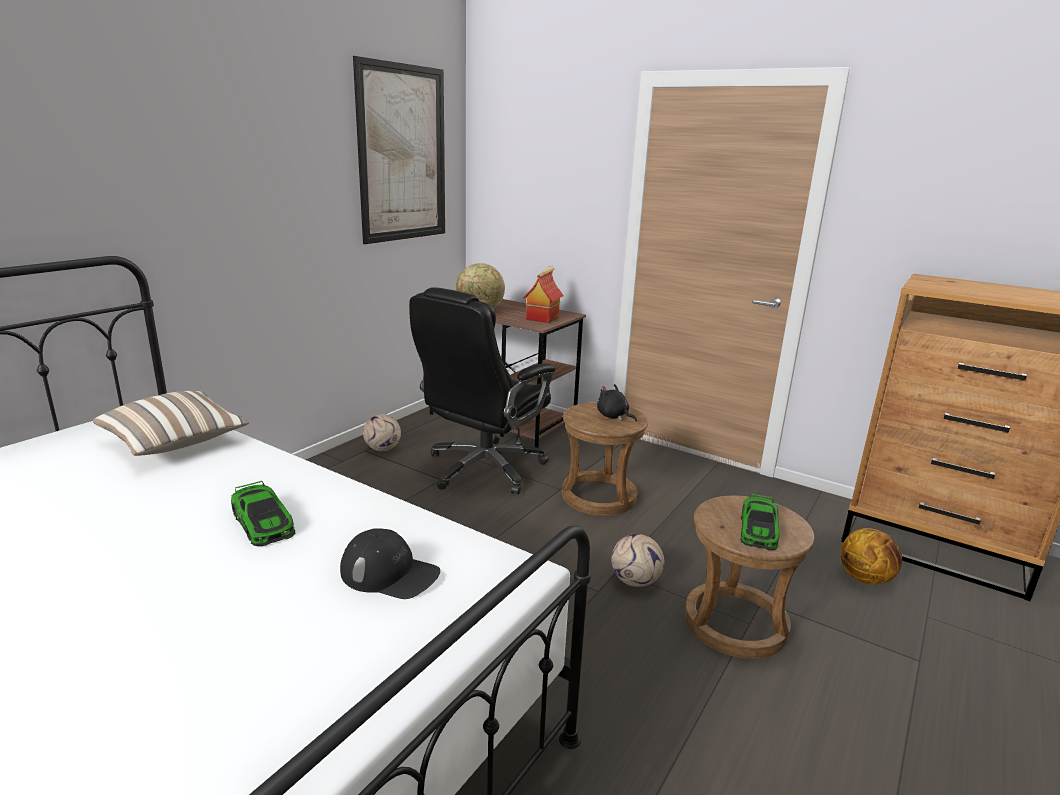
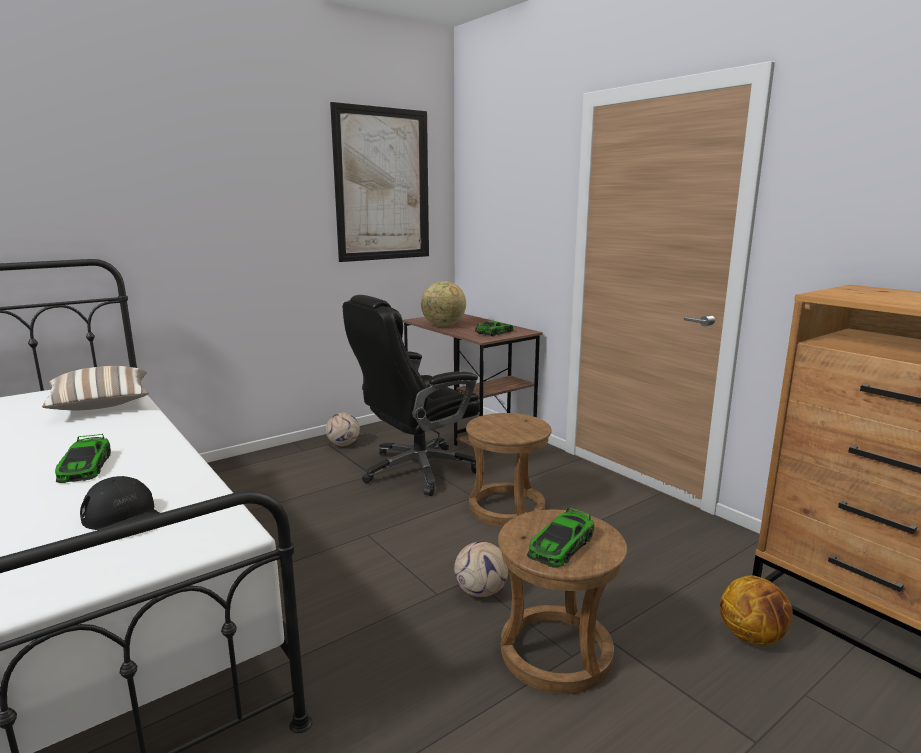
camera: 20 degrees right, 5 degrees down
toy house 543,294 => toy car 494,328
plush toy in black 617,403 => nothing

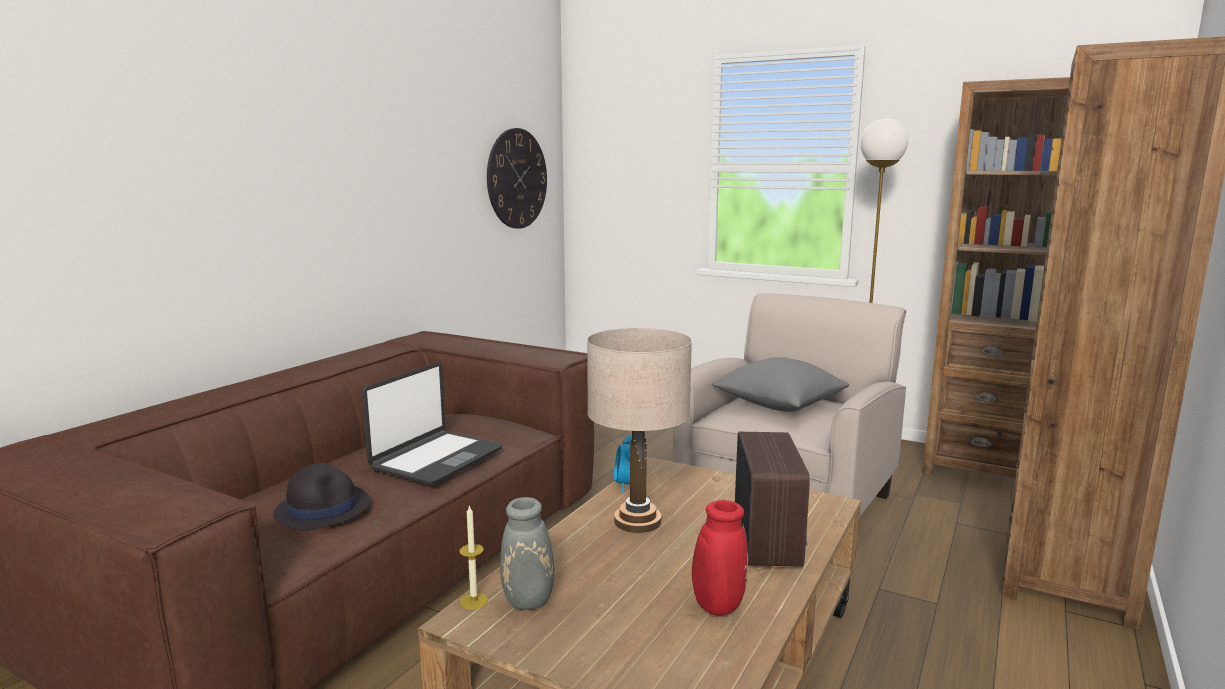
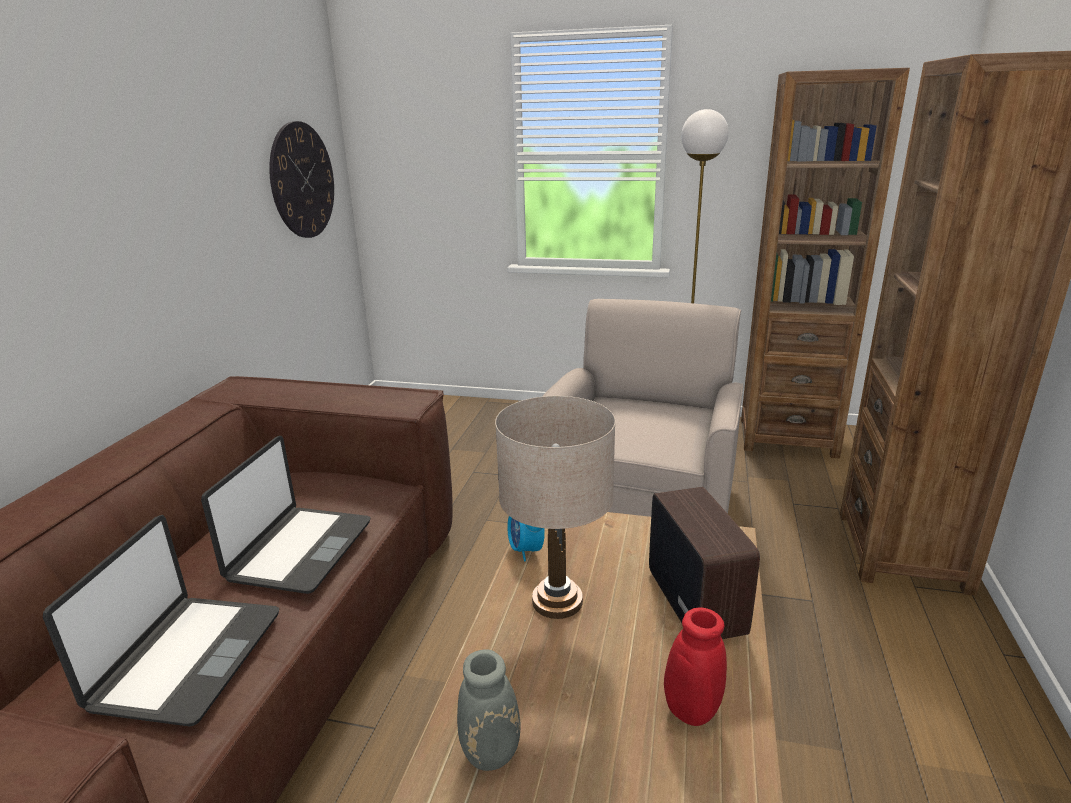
camera: 15 degrees left, 10 degrees up
hat in black 321,497 => laptop 161,621
candle 473,557 => nothing
pillow in grey 781,384 => nothing

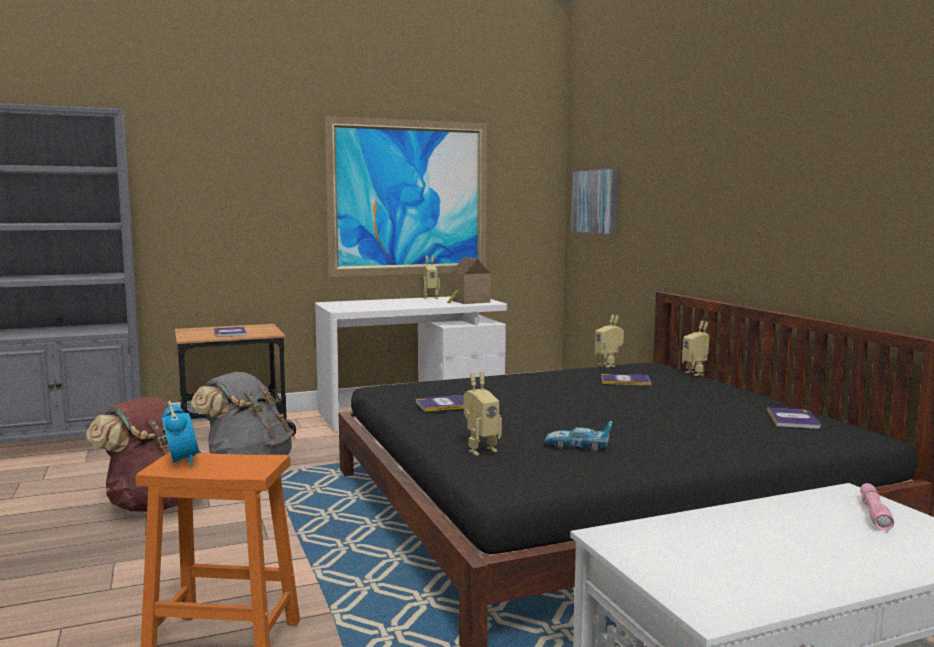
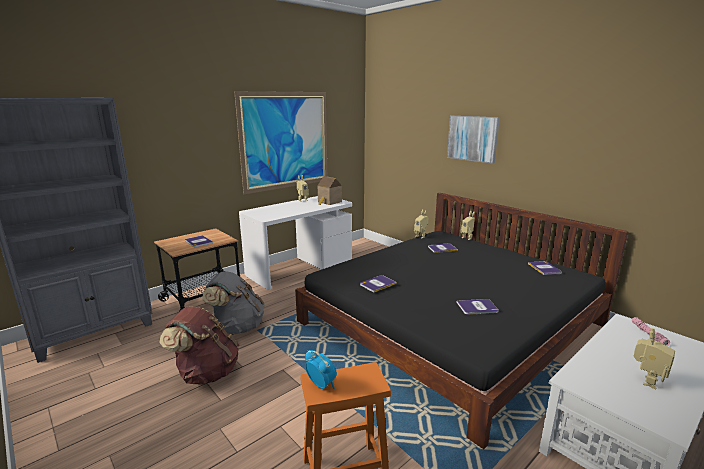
camera: 20 degrees left, 10 degrees up
picture 594,201 => picture 473,139, move
toy car 579,436 => book 478,307
toy robot 483,414 => toy robot 654,358, move

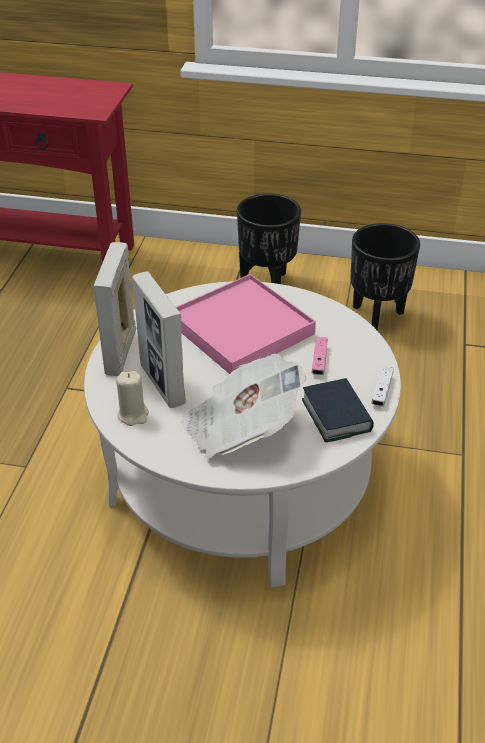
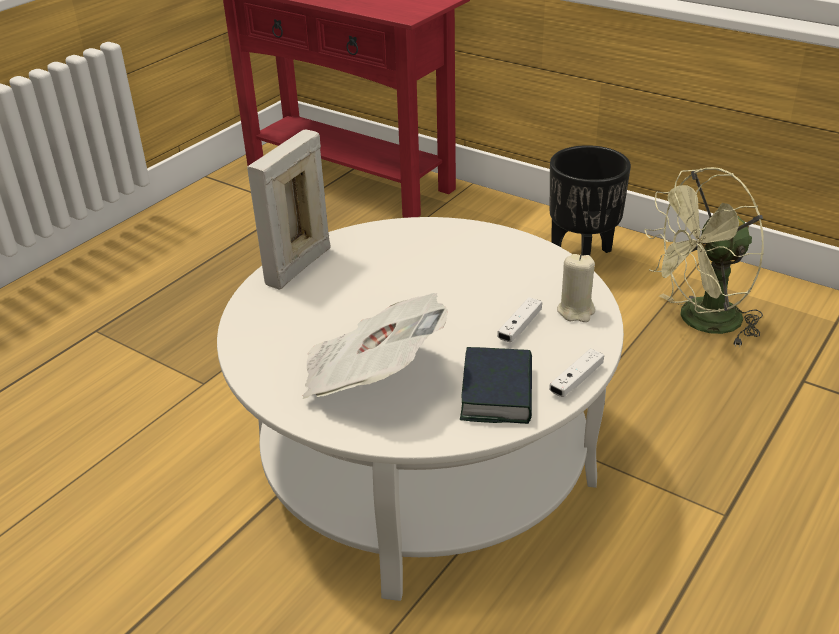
camera: 25 degrees right, 5 degrees down
game controller in pink 320,356 => game controller in white 519,319
candle in beige 132,398 => candle in beige 576,288, move
planter in black 385,277 => fan in green 704,257
picture frame 159,339 => nothing
tray in pink 246,324 => nothing

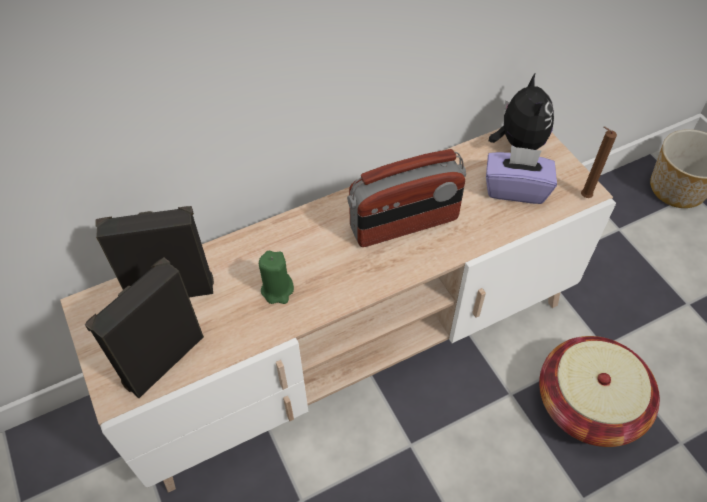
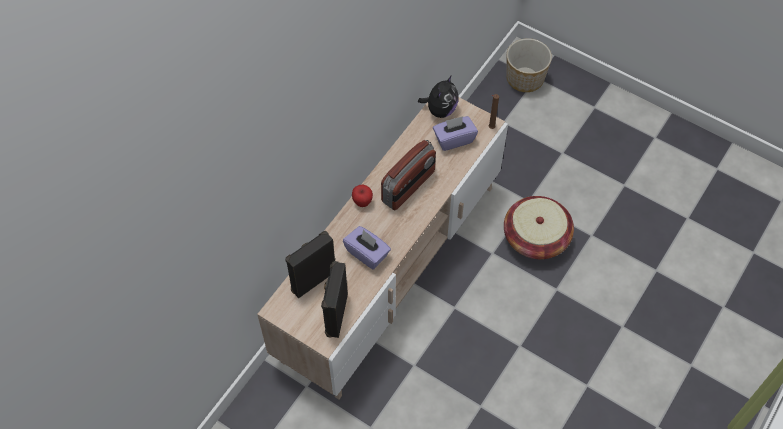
camera: 30 degrees left, 5 degrees up
candle in green 276,277 => tissue box in purple 367,247
nothing => apple 362,195
plush toy 521,111 => plush toy 438,96, 60 degrees clockwise

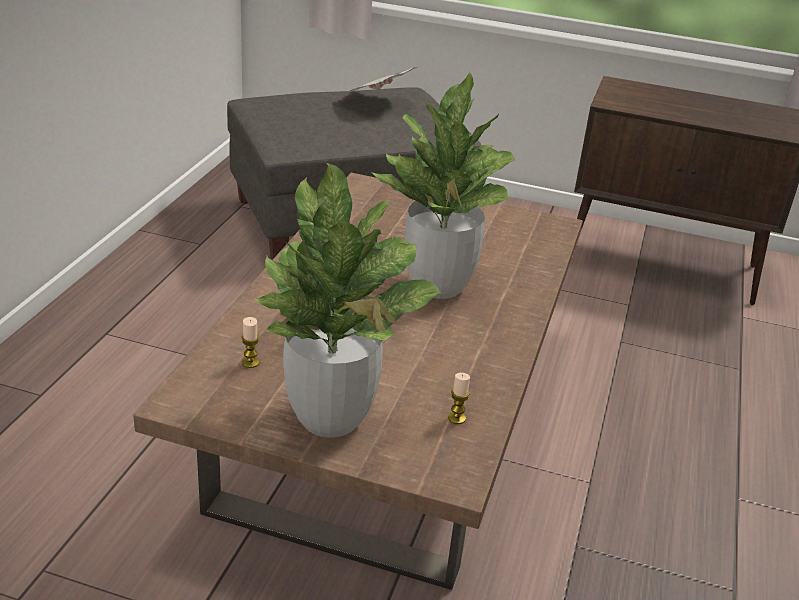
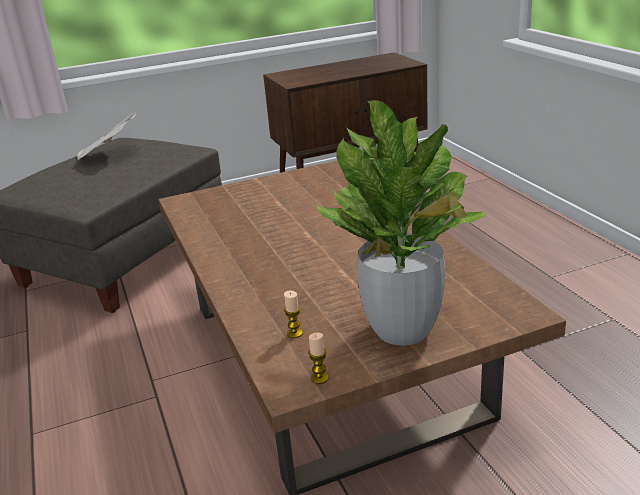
camera: 35 degrees left, 5 degrees down
candle 459,398 => candle 318,358, move
potted plant 443,185 => nothing

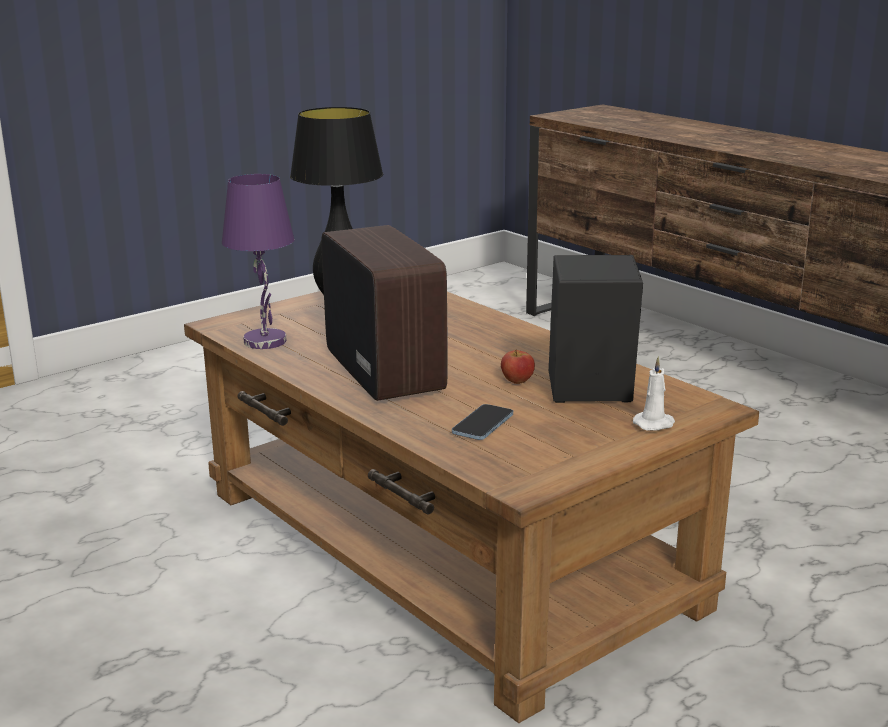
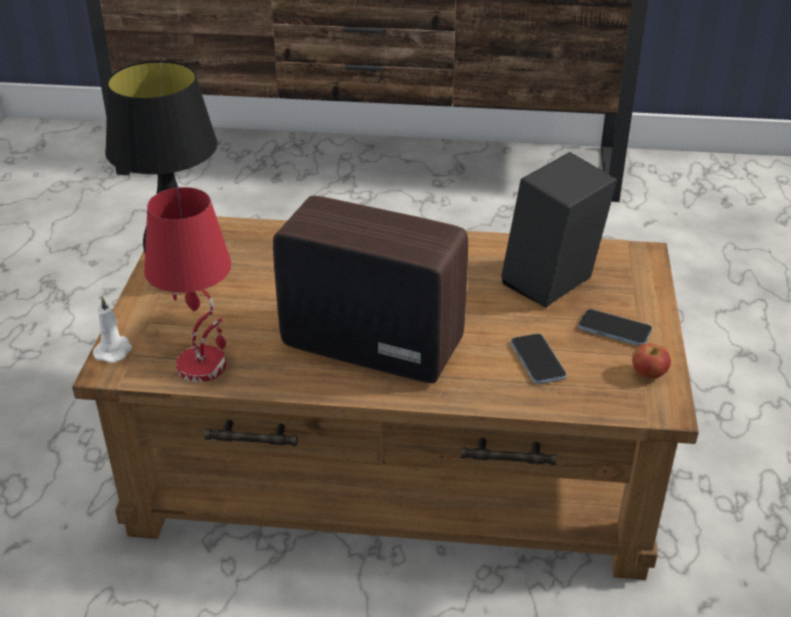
camera: 45 degrees left, 15 degrees up
candle in white 654,393 => candle in white 112,329, move
table lamp in purple 258,261 => table lamp in red 187,284
nothing => phone 615,327
apple 518,366 => apple 651,361, move

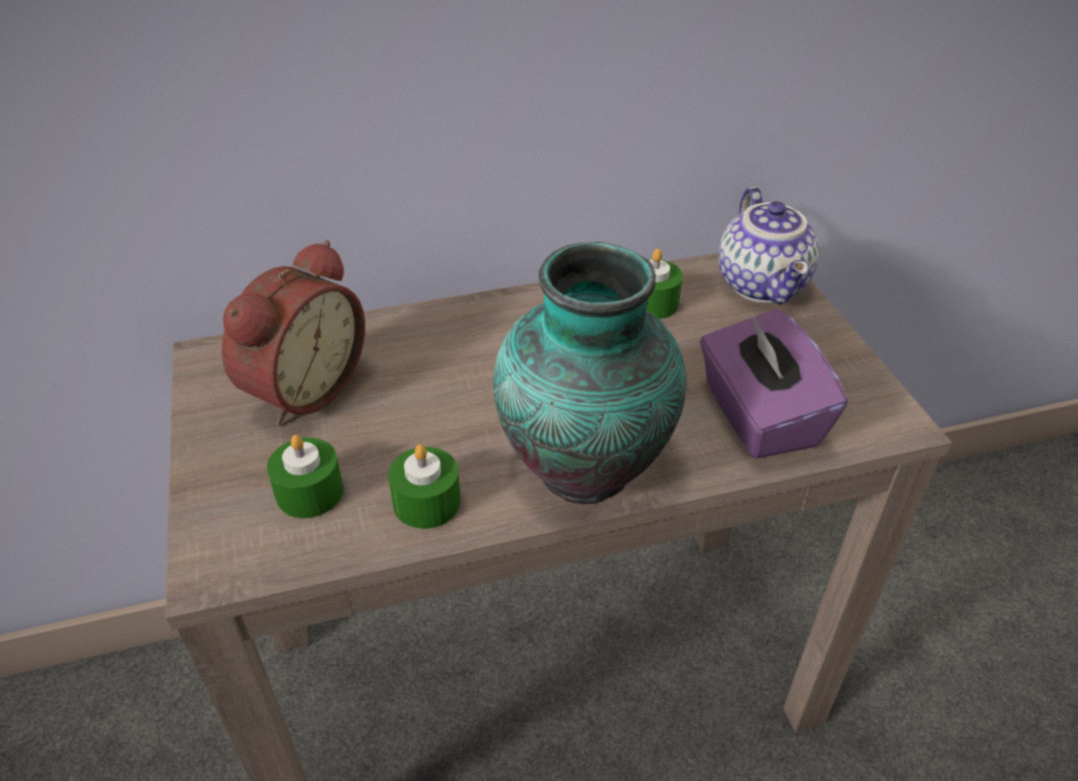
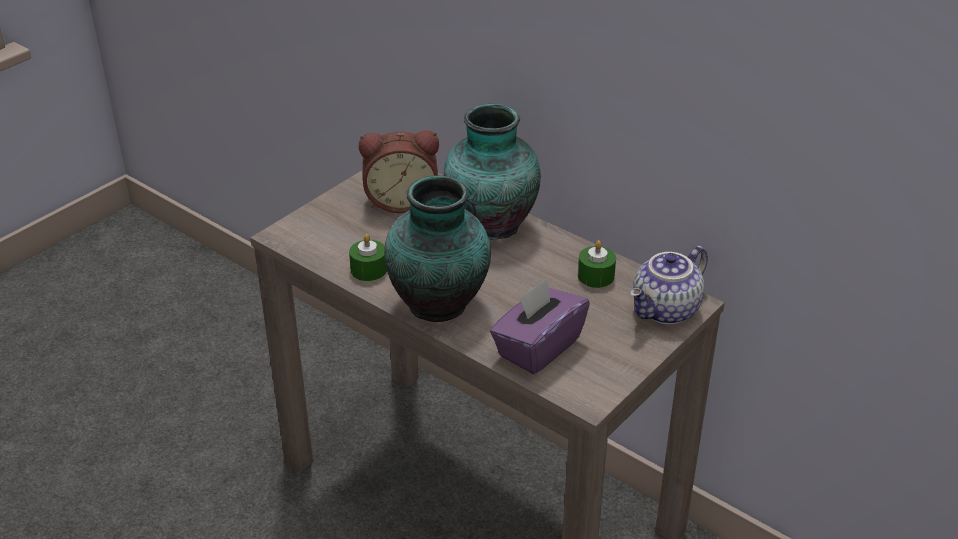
camera: 55 degrees right, 5 degrees down
nothing => vase 492,171
candle in green 305,476 => nothing

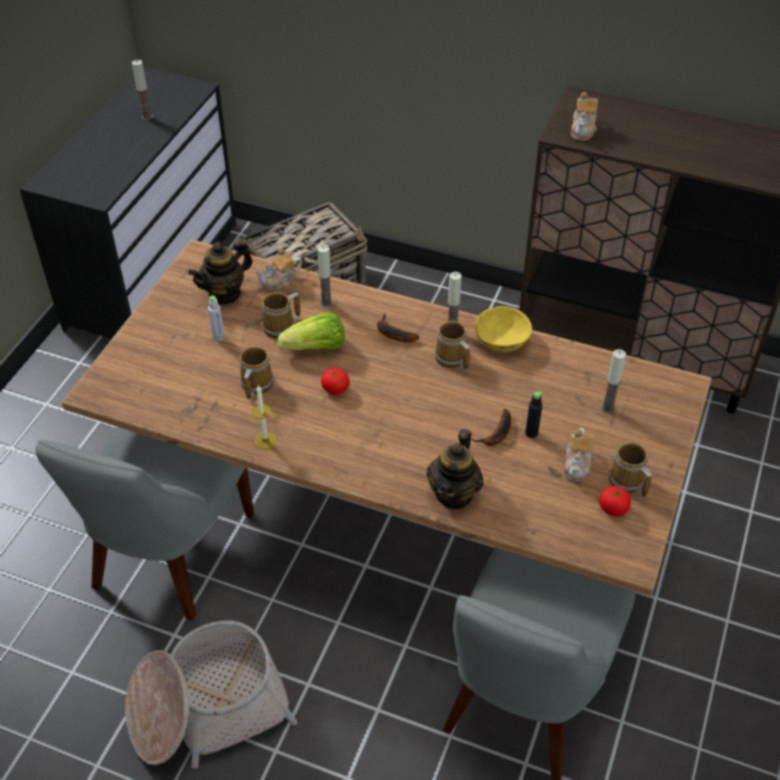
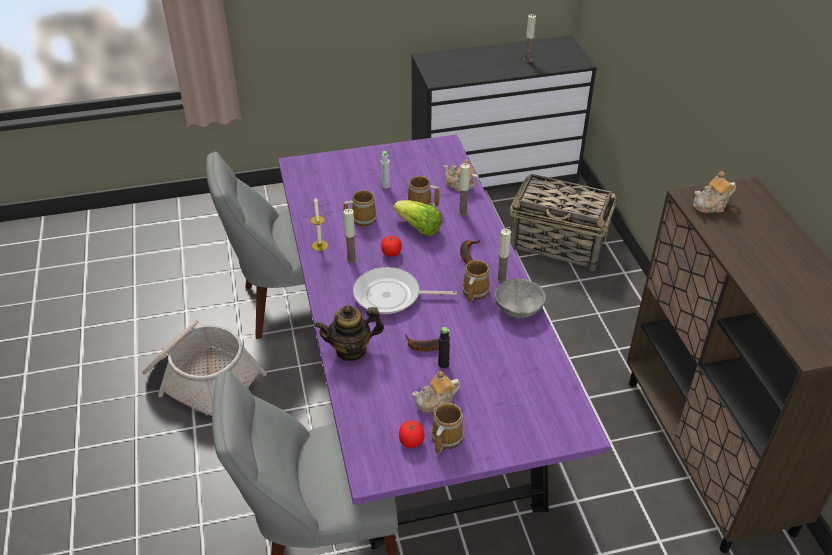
camera: 55 degrees right, 5 degrees down
dining table in brown 387,417 => dining table in purple 444,342
candle 613,381 => candle 350,236, move
nothing => frying pan 405,290
bowl in yellow 503,329 => bowl in grey 520,298
teapot 220,272 => nothing

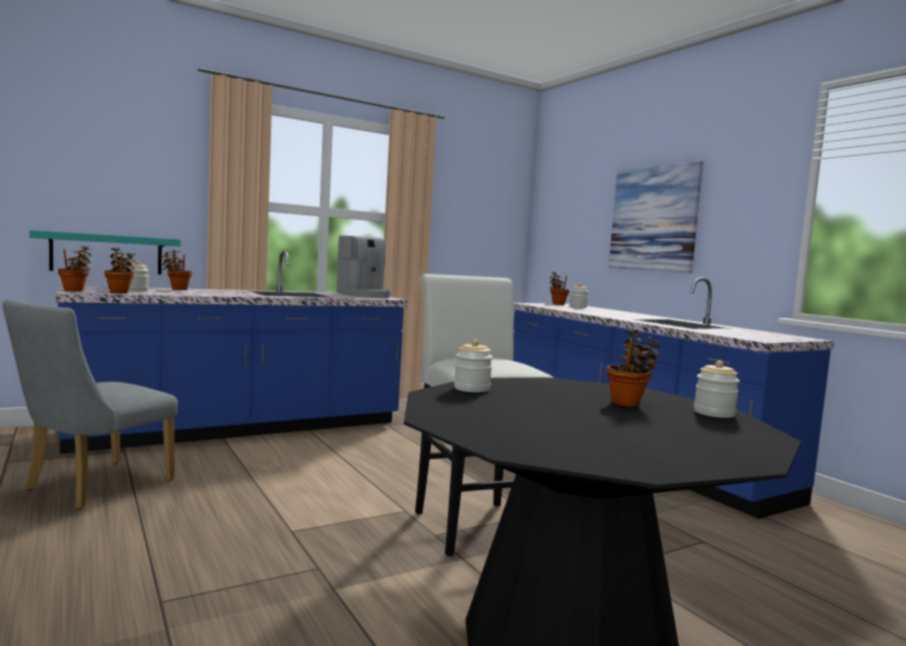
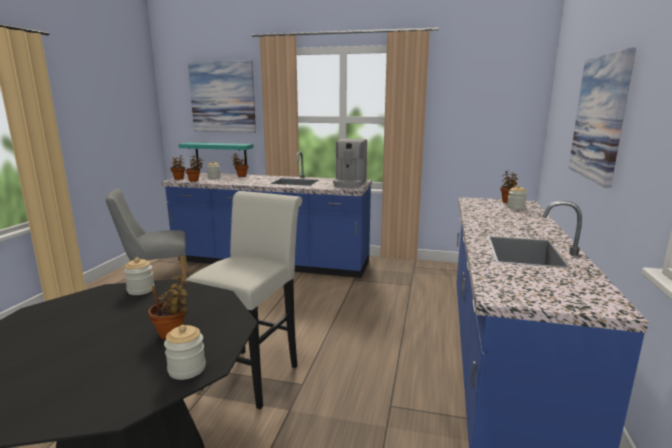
camera: 45 degrees right, 10 degrees up
nothing => picture 222,96

